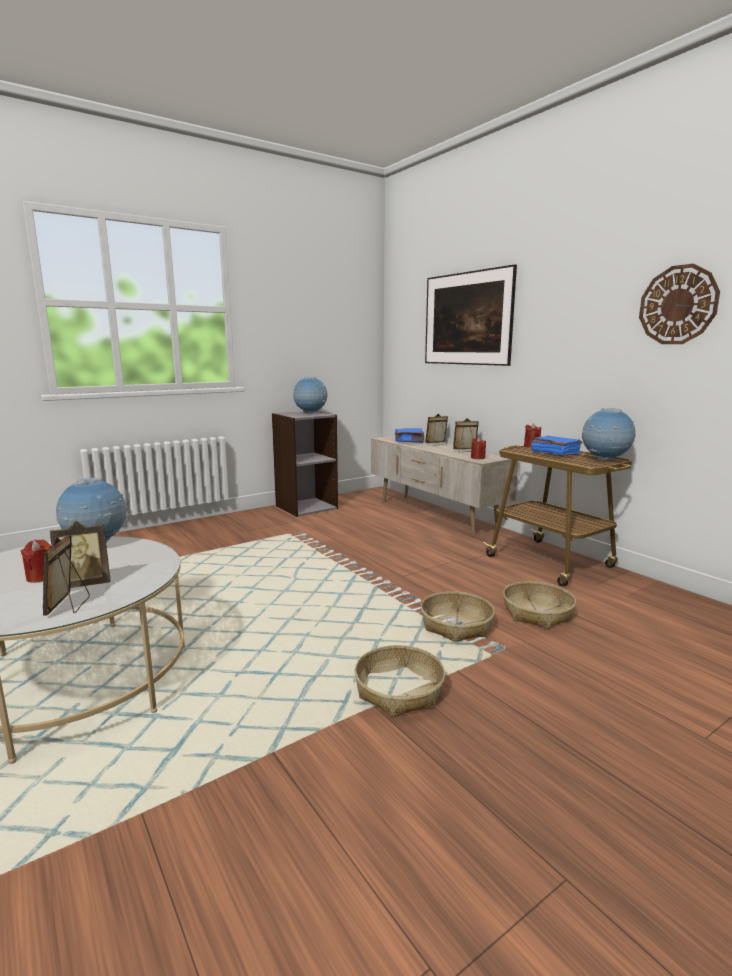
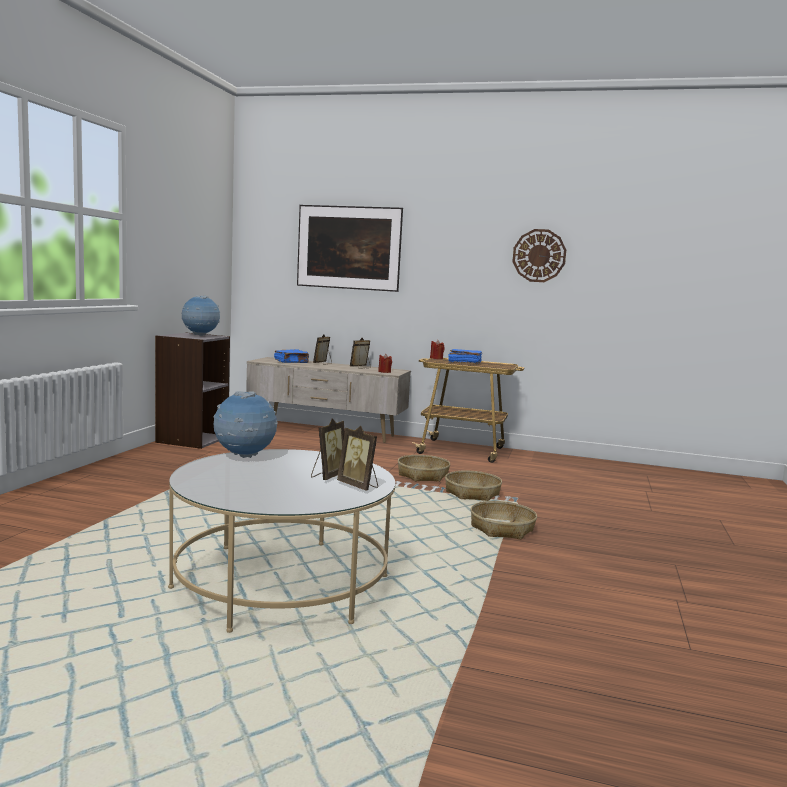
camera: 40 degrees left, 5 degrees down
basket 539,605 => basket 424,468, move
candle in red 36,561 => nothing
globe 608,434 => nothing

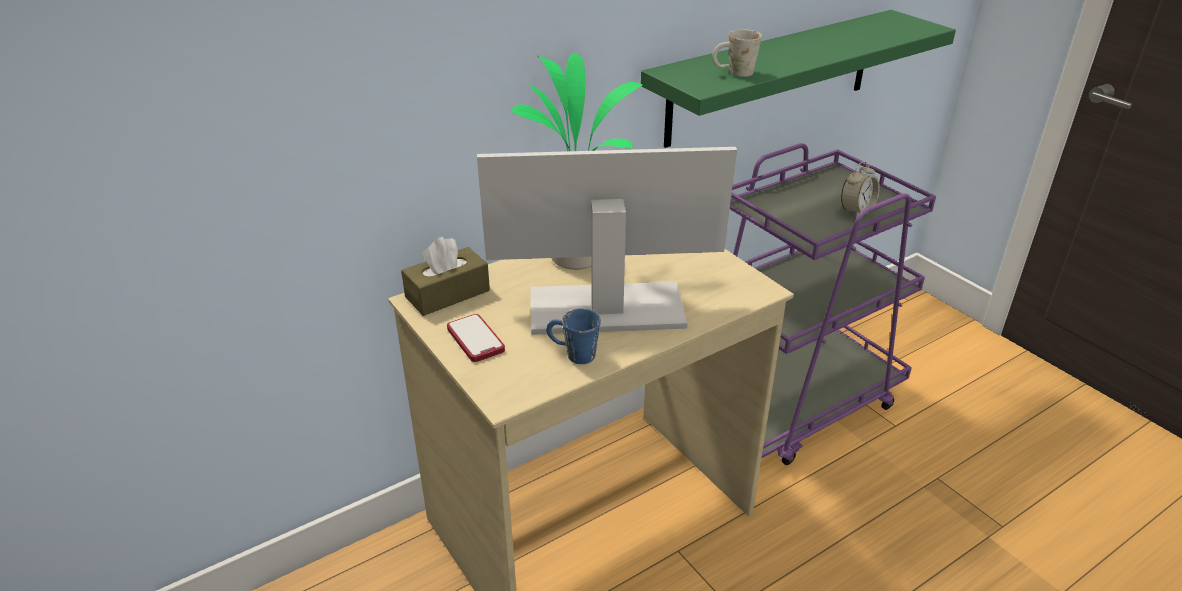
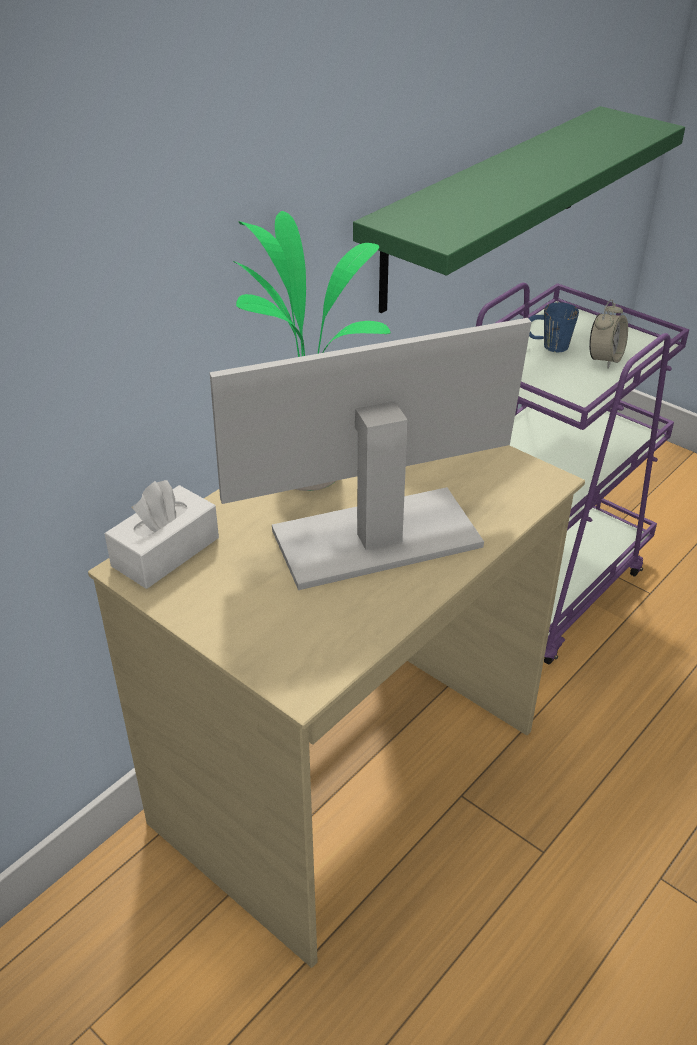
camera: 15 degrees left, 5 degrees up
tissue box in brown 445,276 => tissue box in white 162,534
mug in blue 573,336 => mug in blue 554,327, move
phone 476,338 => nothing
mug in white 737,53 => nothing

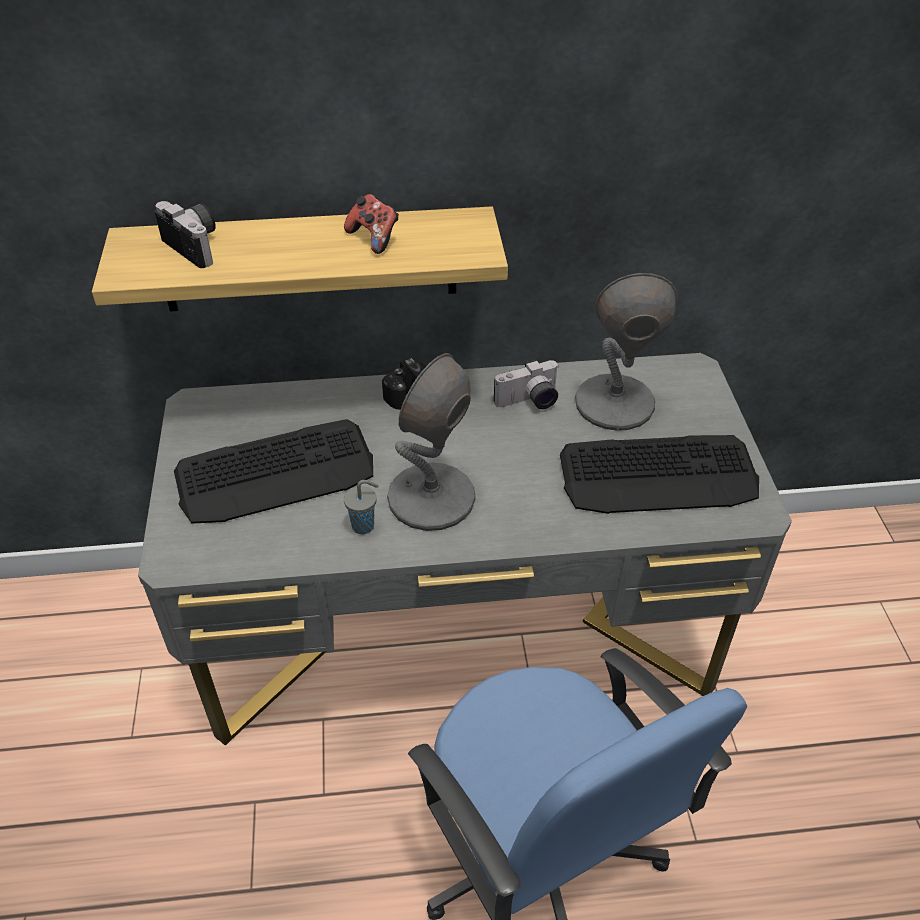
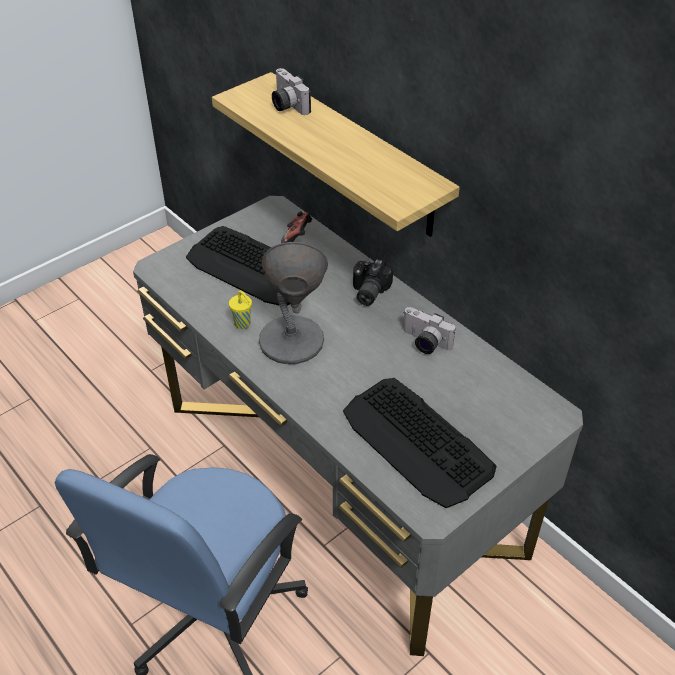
camera: 55 degrees right, 0 degrees up
cup in grey 361,507 => cup in yellow 240,309
photo camera 185,234 => photo camera 291,91, 135 degrees clockwise
game controller 371,224 => game controller 296,227, move
table lamp in grey 626,352 => nothing

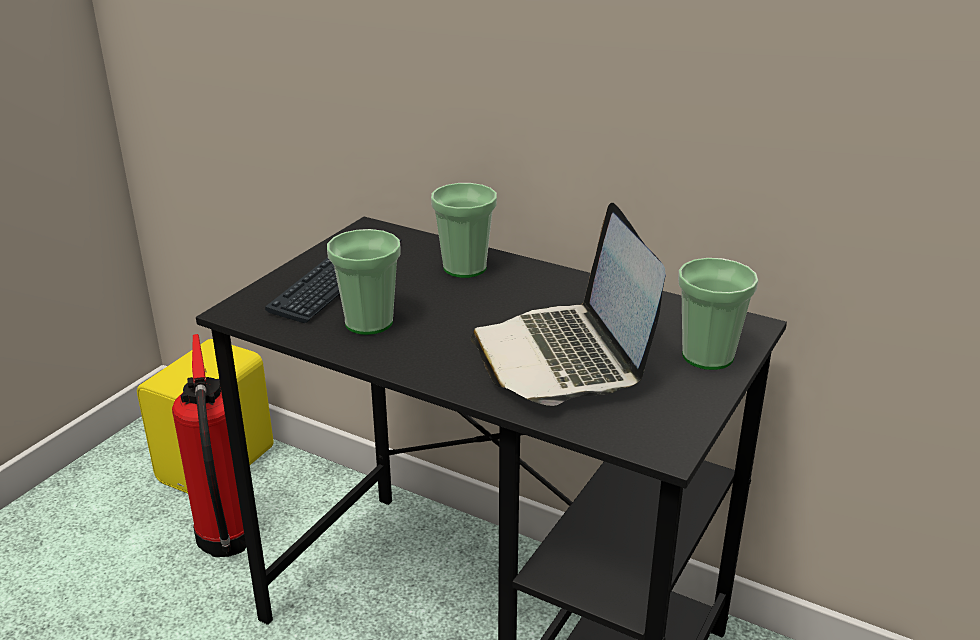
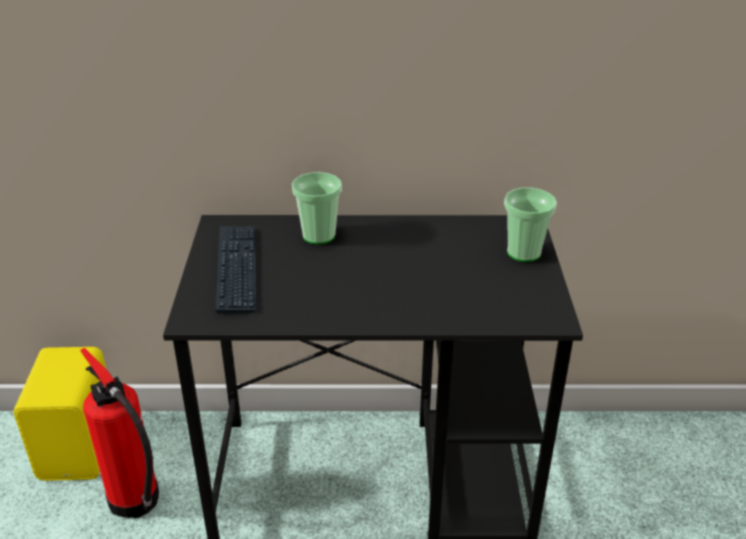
camera: 30 degrees left, 5 degrees up
cup 364,282 => nothing
laptop 568,304 => nothing

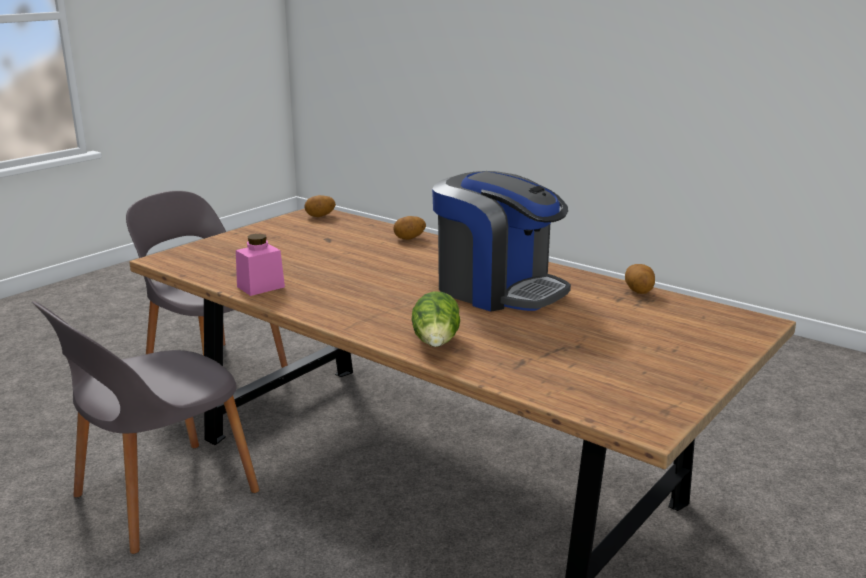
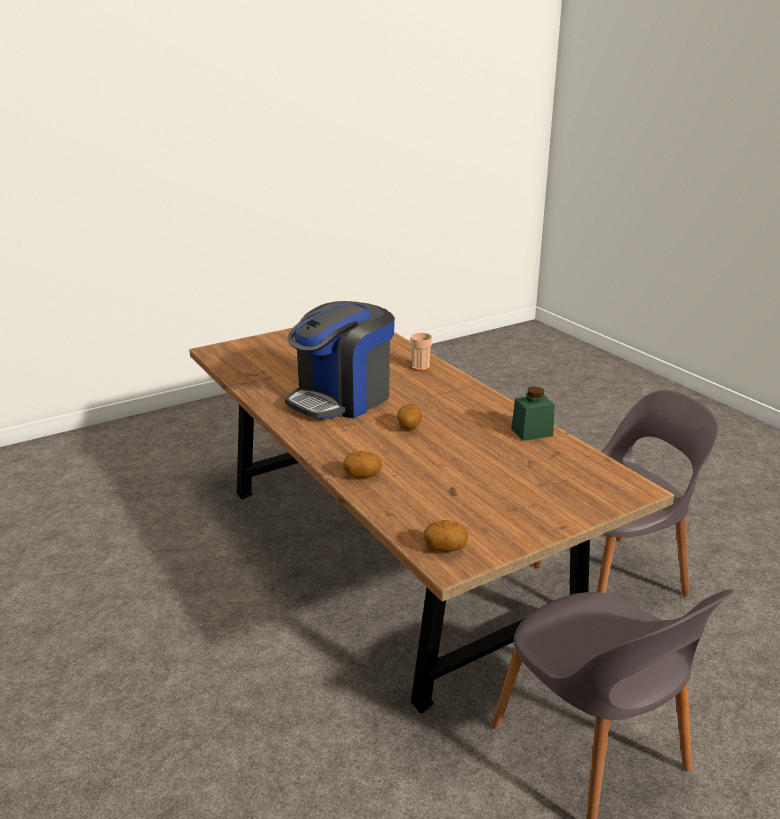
camera: 160 degrees left, 5 degrees up
coffee machine 501,241 => coffee machine 340,360, 105 degrees counterclockwise
potato 640,279 => potato 409,417, move
lettuce 436,319 => cup 421,352
jar in pink 260,265 => jar in green 533,414

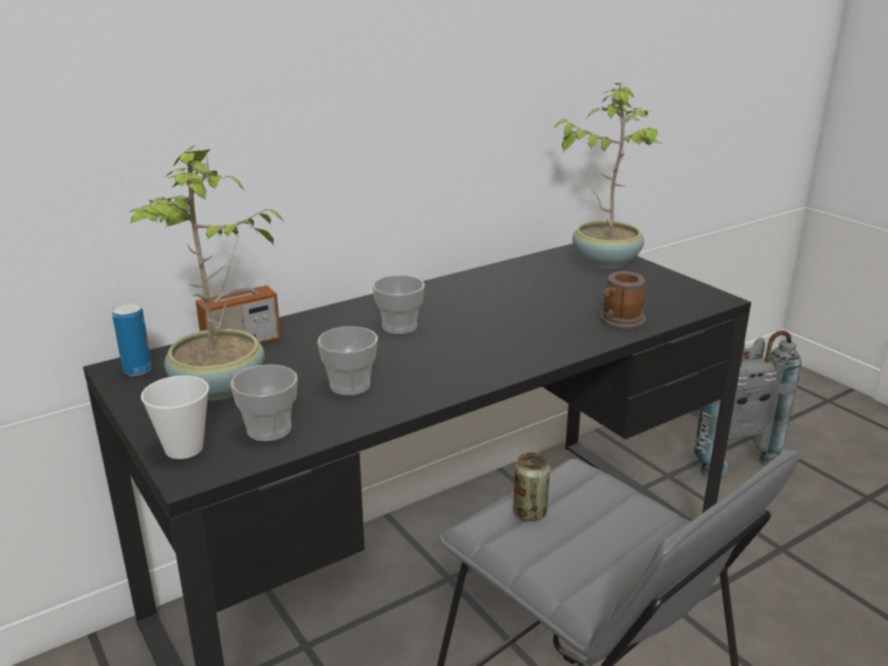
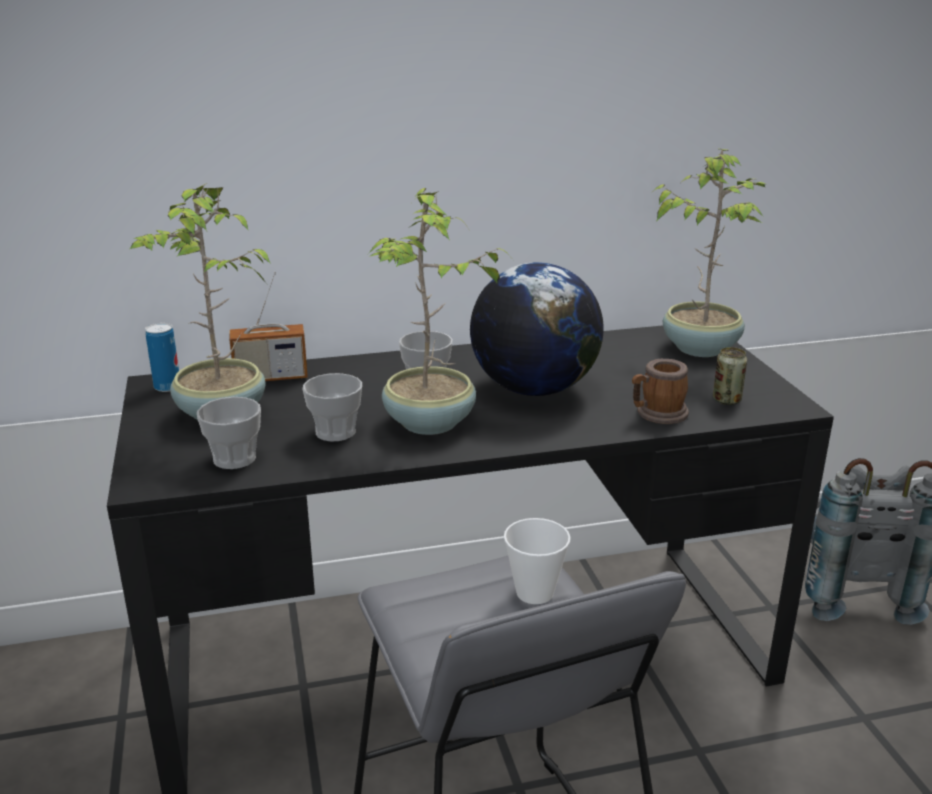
camera: 20 degrees right, 0 degrees up
nothing => potted plant 439,311
nothing => globe 537,329
cup 175,417 => cup 537,561, move
can 531,486 => can 730,376, move

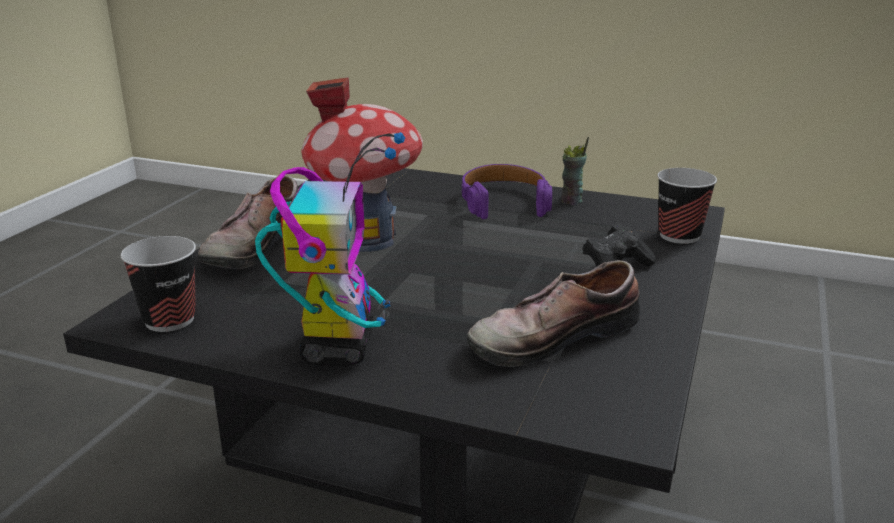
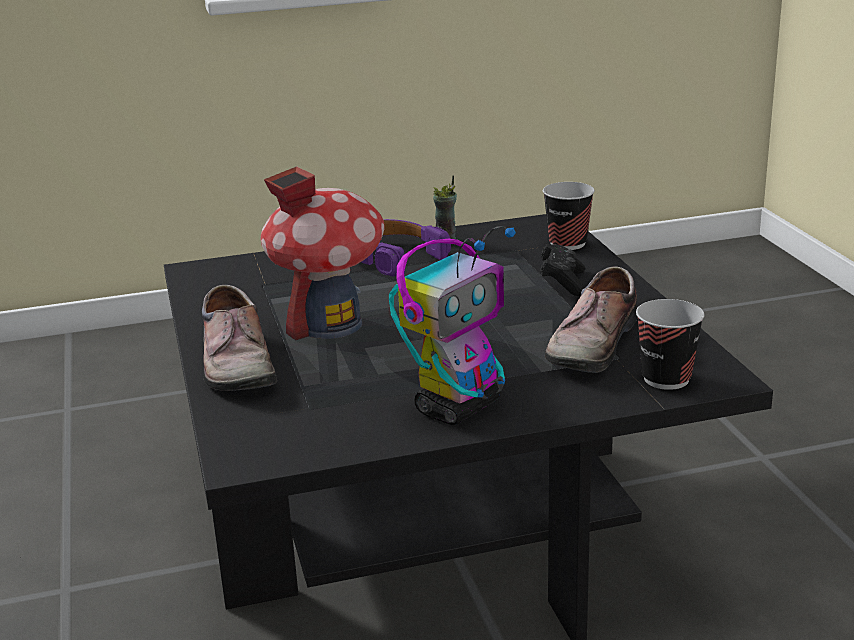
camera: 35 degrees left, 0 degrees up
toy robot 330,249 => toy robot 452,325, 75 degrees clockwise
cup 158,284 => cup 670,344, move

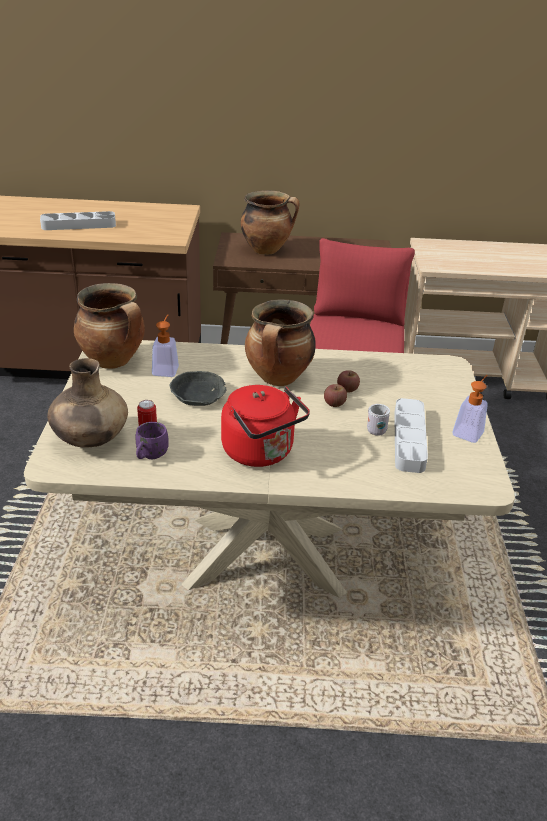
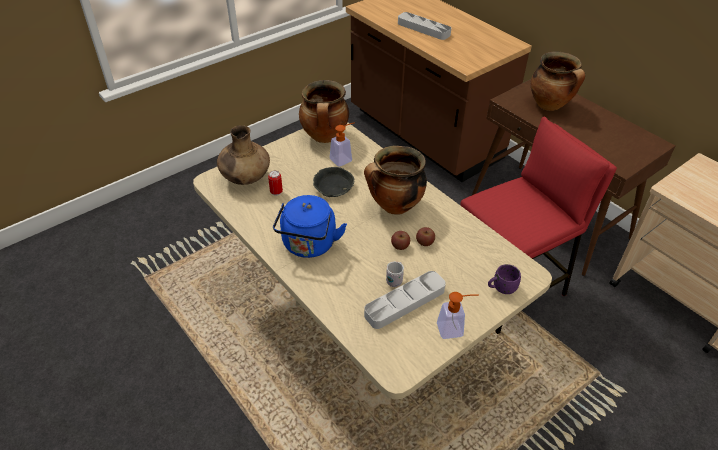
camera: 50 degrees right, 10 degrees up
kettle in red 265,426 => kettle in blue 310,226
mug in purple 152,440 => mug in purple 504,279, move

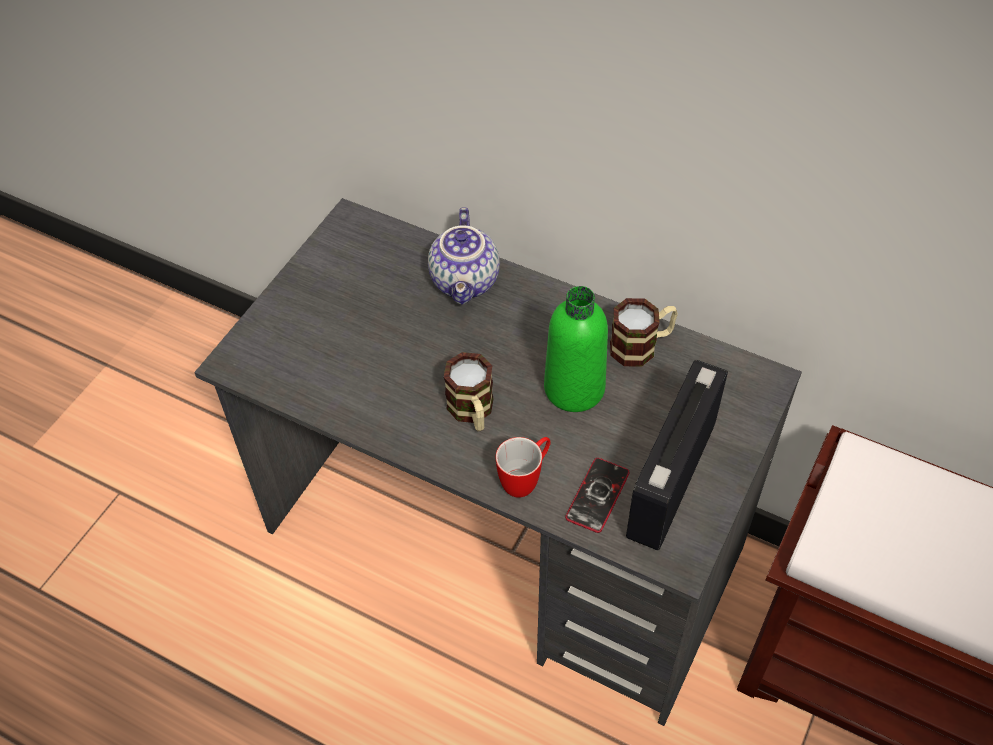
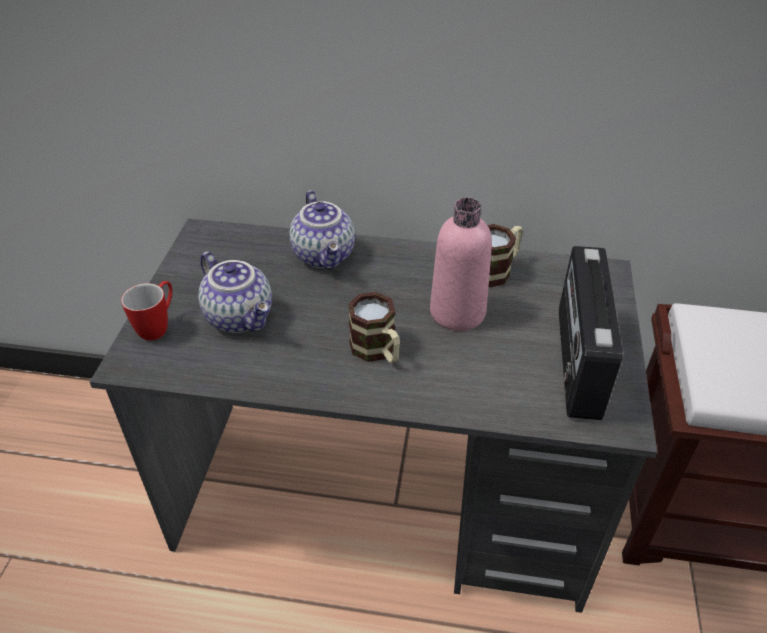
camera: 20 degrees left, 10 degrees down
mug 523,467 => mug 147,311, move
nothing => teapot 235,292
bottle in green 576,349 => bottle in pink 461,264
phone 597,495 => nothing

